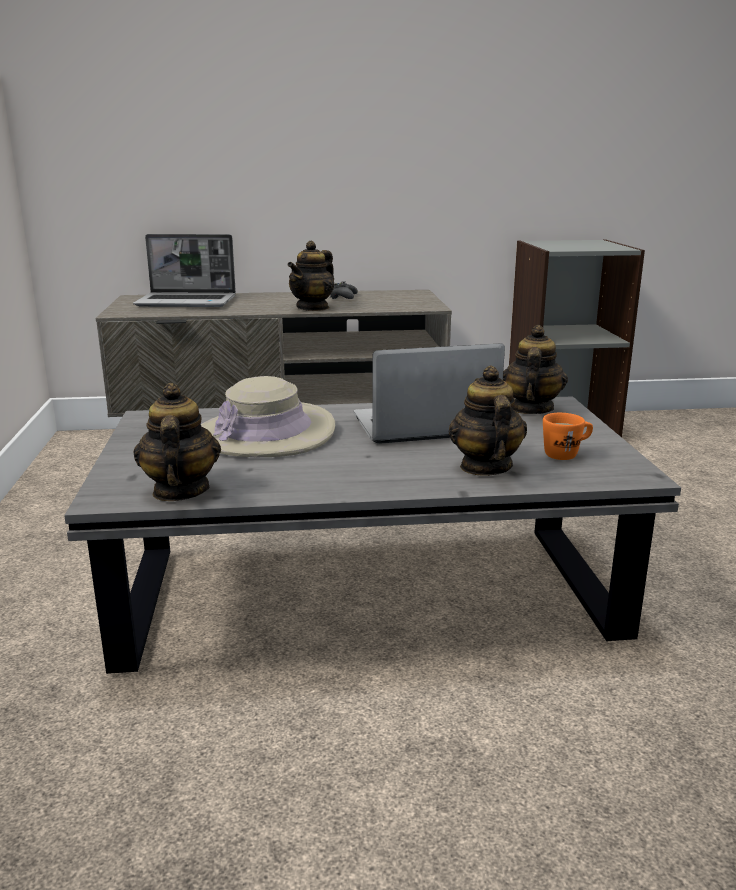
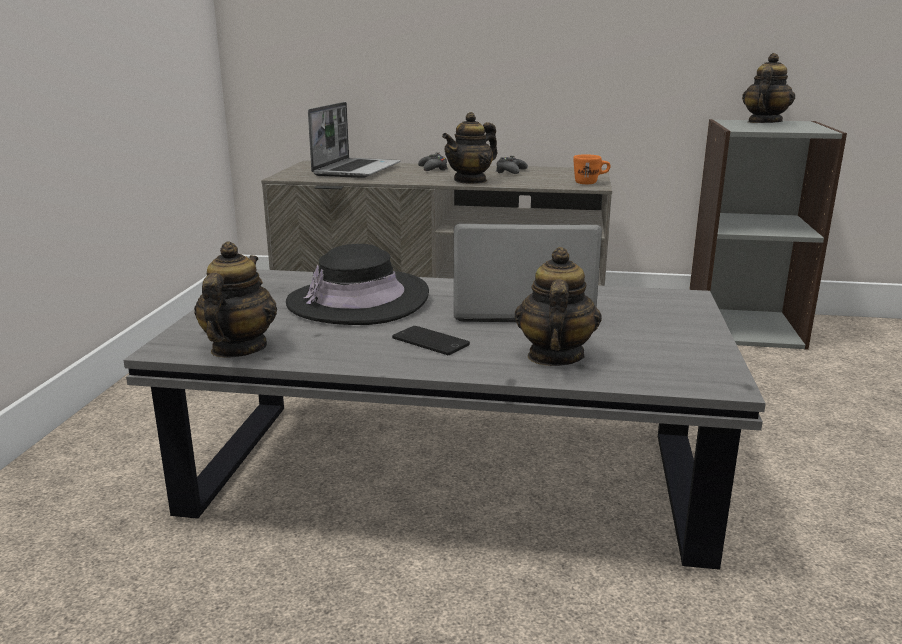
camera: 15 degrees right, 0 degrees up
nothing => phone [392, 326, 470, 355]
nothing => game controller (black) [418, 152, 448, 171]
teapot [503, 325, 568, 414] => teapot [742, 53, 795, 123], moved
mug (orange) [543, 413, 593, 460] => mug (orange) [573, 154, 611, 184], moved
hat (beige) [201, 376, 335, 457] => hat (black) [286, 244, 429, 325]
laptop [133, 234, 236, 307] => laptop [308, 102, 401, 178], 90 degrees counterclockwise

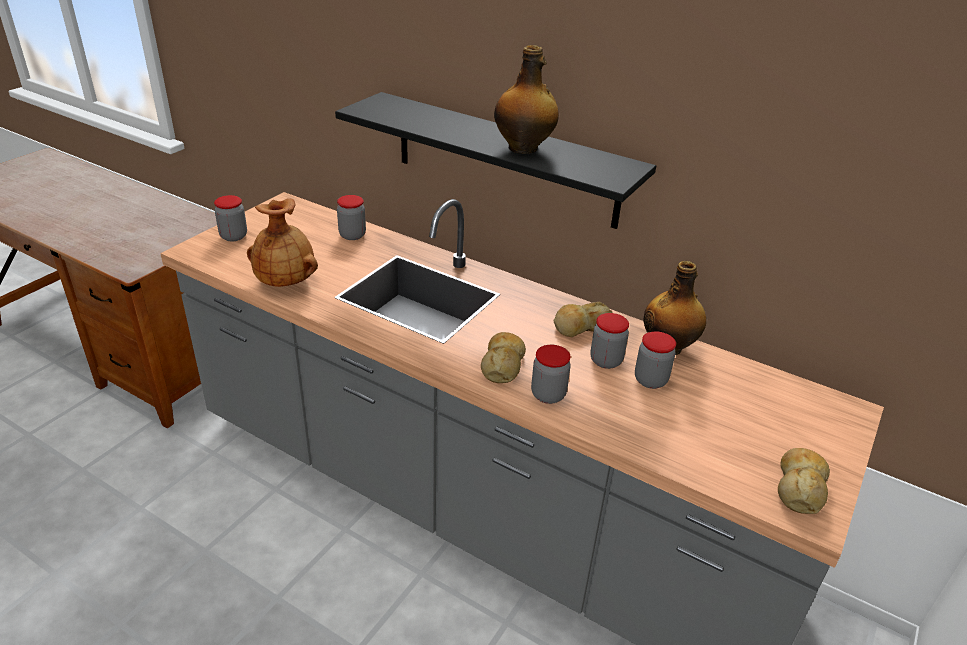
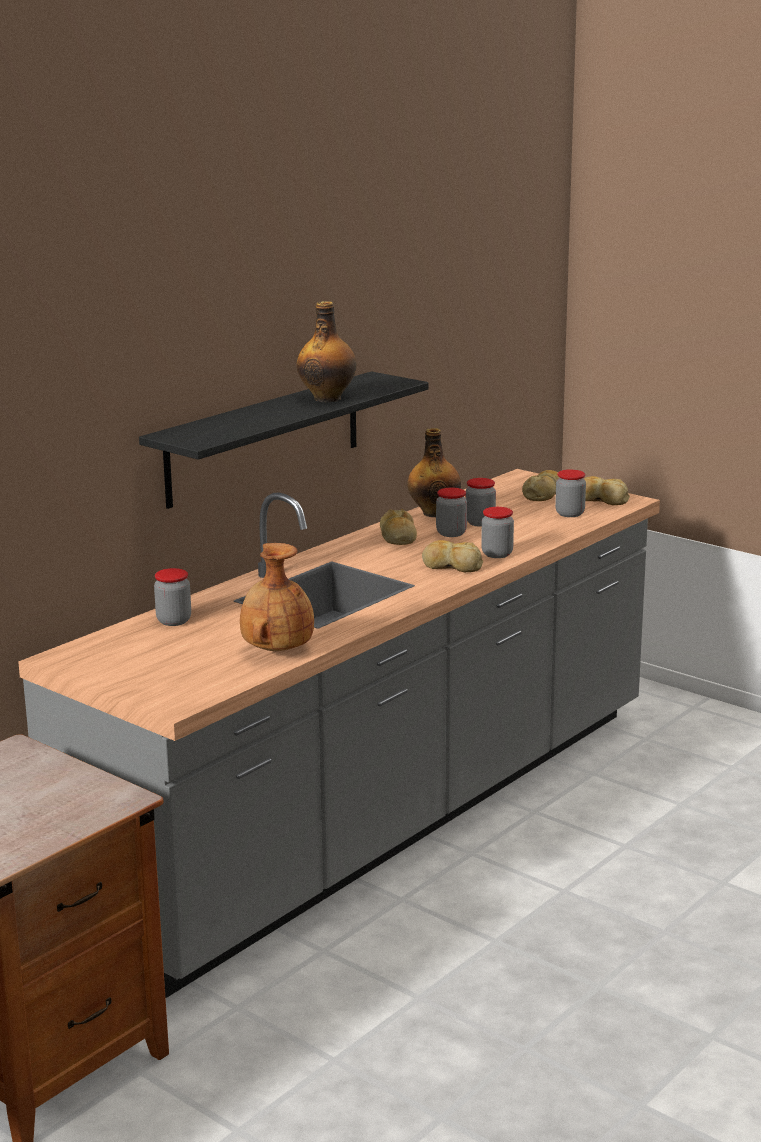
camera: 80 degrees left, 15 degrees down
nothing => bread [522, 470, 559, 501]
jar [214, 195, 247, 241] => jar [555, 469, 586, 517], moved

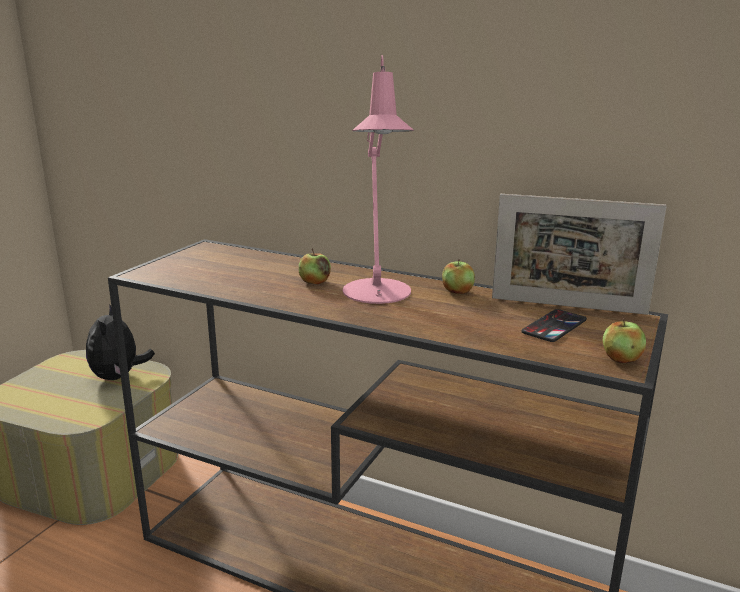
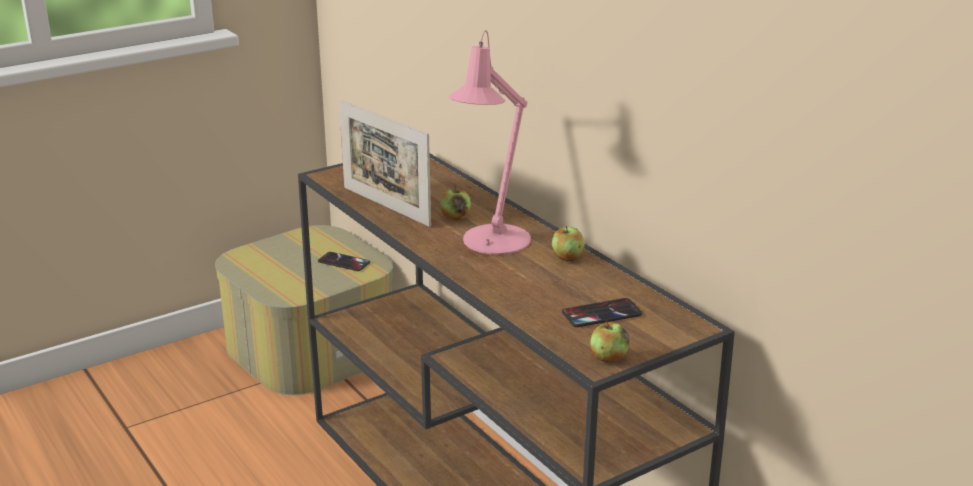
camera: 30 degrees right, 5 degrees up
picture frame [492, 194, 667, 315] => picture frame [339, 99, 431, 227], moved
plush toy [86, 304, 155, 380] => phone [318, 252, 370, 271]

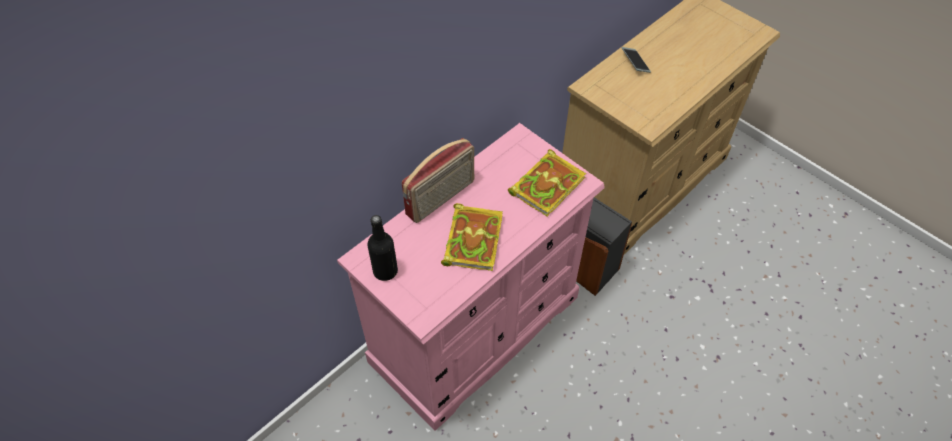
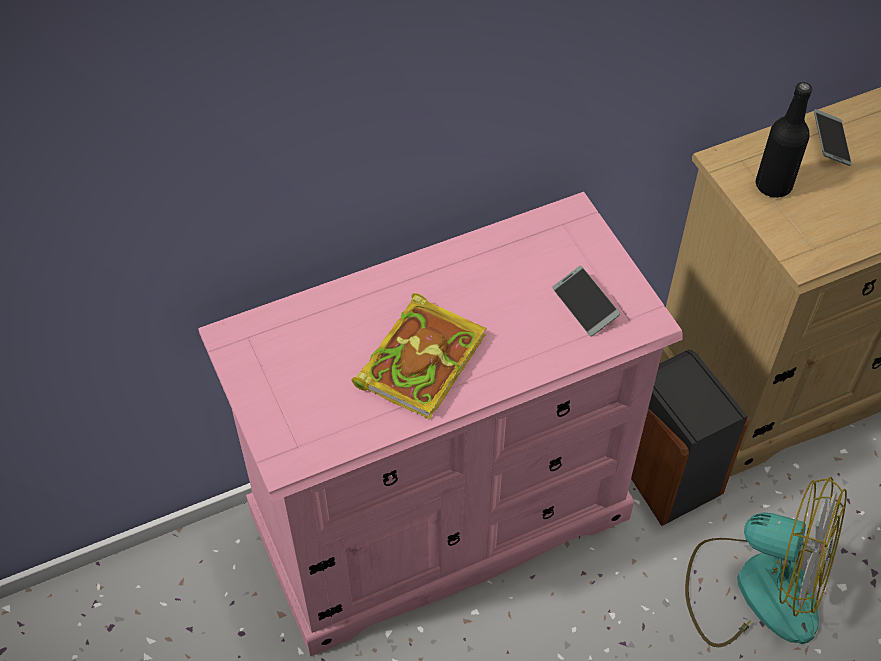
camera: 20 degrees right, 0 degrees up
radio [402, 138, 474, 223] => nothing
nothing => fan [685, 477, 847, 647]
bottle (black) [367, 215, 398, 281] => bottle (black) [756, 82, 812, 198], moved
book [508, 149, 586, 217] => phone [552, 266, 620, 337]

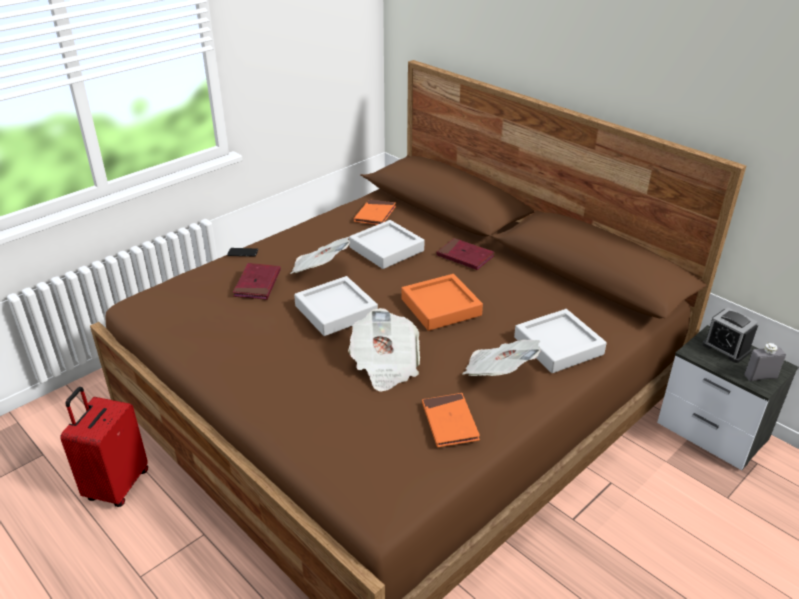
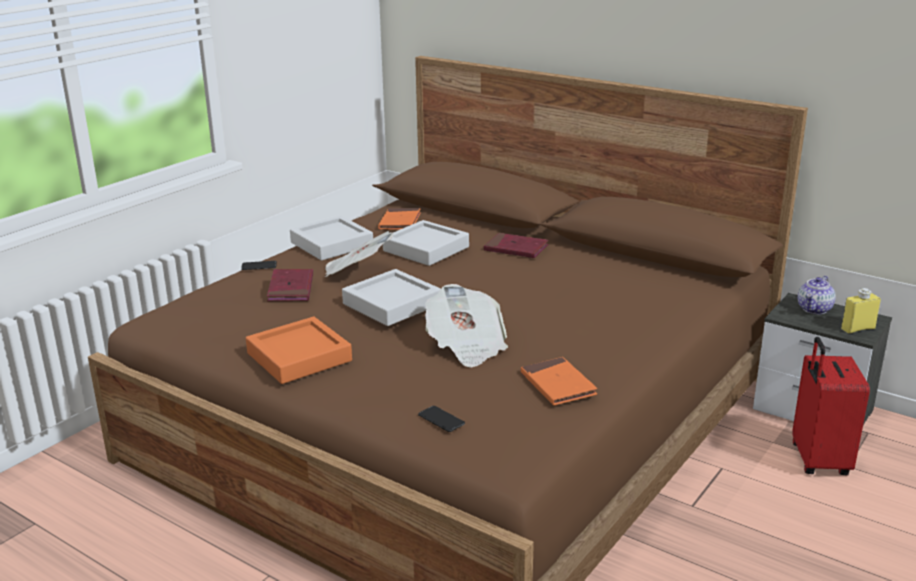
camera: 10 degrees left, 10 degrees down
newspaper [463, 339, 541, 376] => nothing
nothing => phone [418, 406, 465, 432]
suitcase (red) [60, 387, 148, 507] => suitcase (red) [792, 337, 870, 475], moved
tray (orange) [401, 274, 483, 331] => tray (orange) [246, 317, 352, 384], moved
tray (grey) [514, 309, 607, 373] => tray (grey) [290, 216, 373, 260], moved
alarm clock [702, 308, 758, 363] => teapot [798, 276, 836, 314]
bottle (grey) [744, 343, 786, 381] => bottle (yellow) [841, 288, 881, 334]

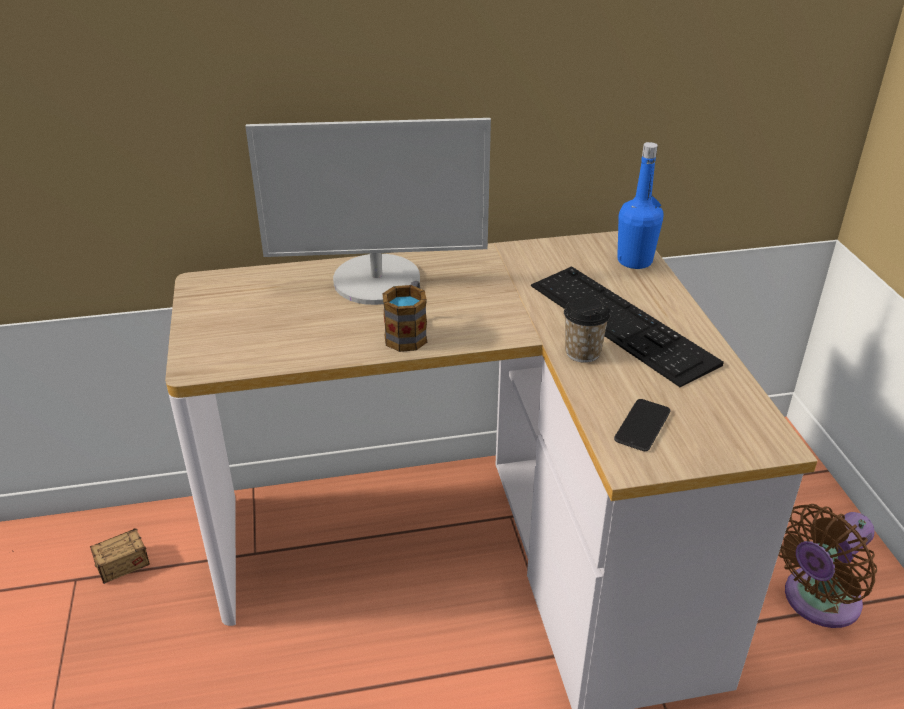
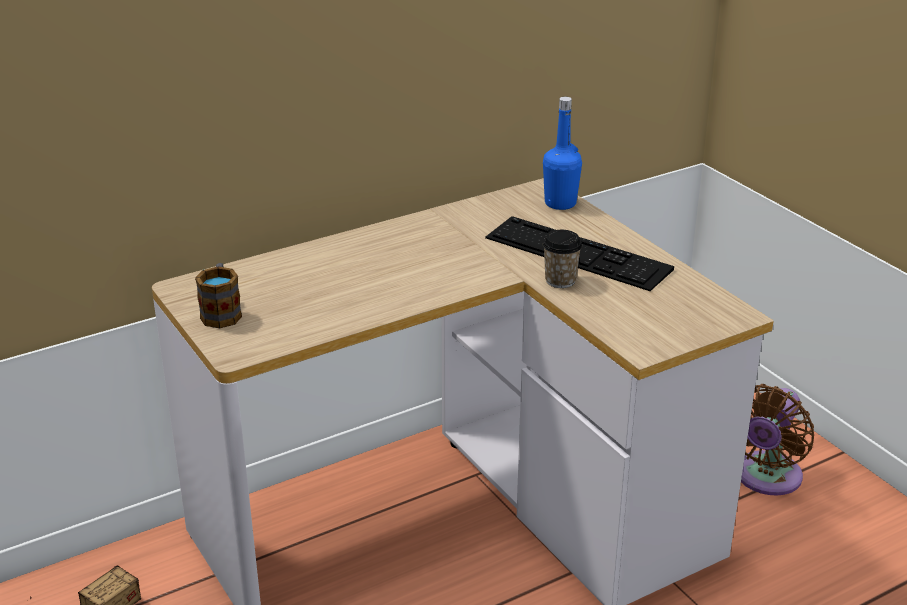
camera: 20 degrees left, 5 degrees down
monitor [245, 118, 491, 305] => nothing
phone [614, 399, 670, 451] => nothing
mug [382, 281, 427, 352] => mug [195, 263, 242, 328], moved

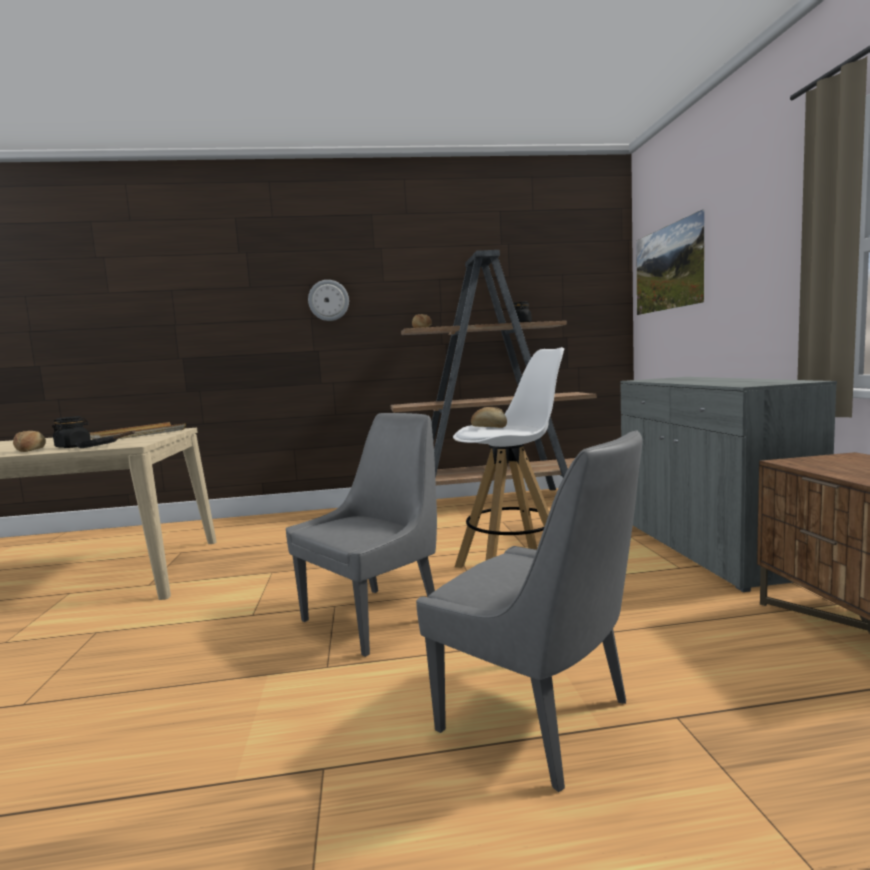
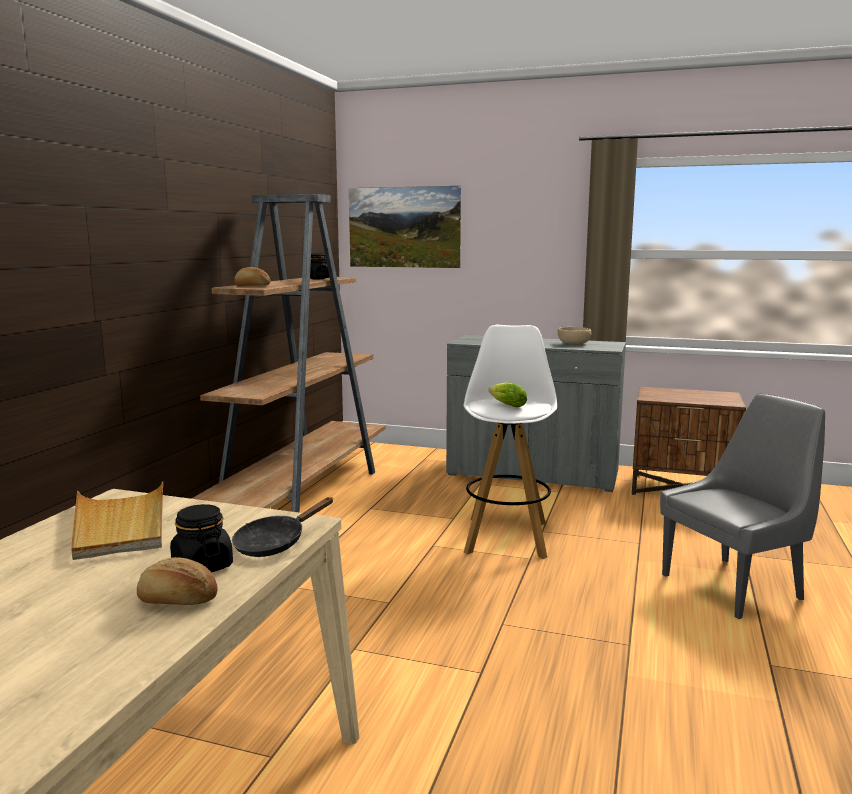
camera: 65 degrees left, 5 degrees up
chair (grey) [286, 413, 437, 657] => nothing
wall clock [308, 280, 349, 321] => nothing
nothing => bowl (beige) [558, 327, 591, 344]
bread [471, 407, 507, 428] => lettuce [488, 382, 527, 407]

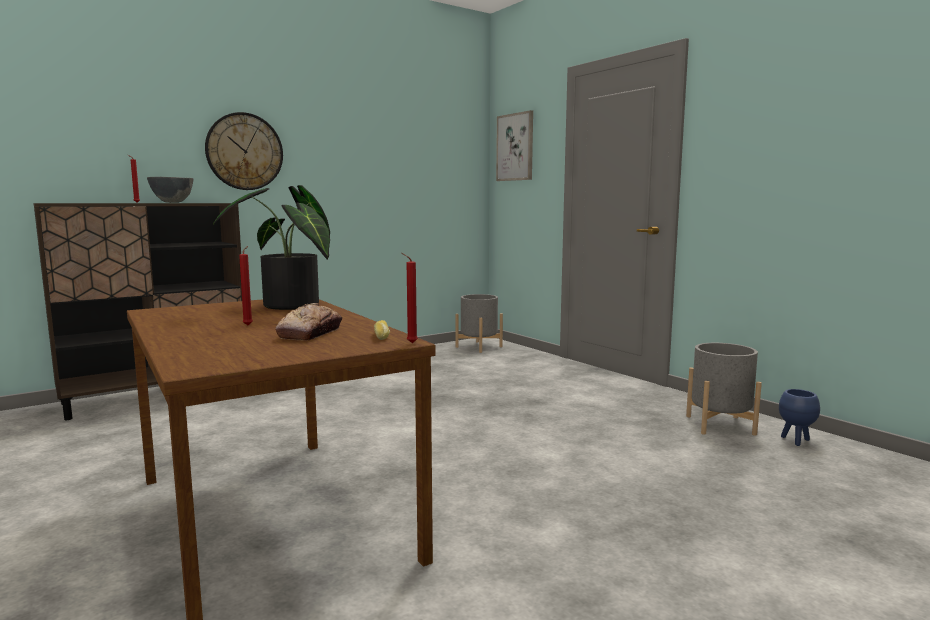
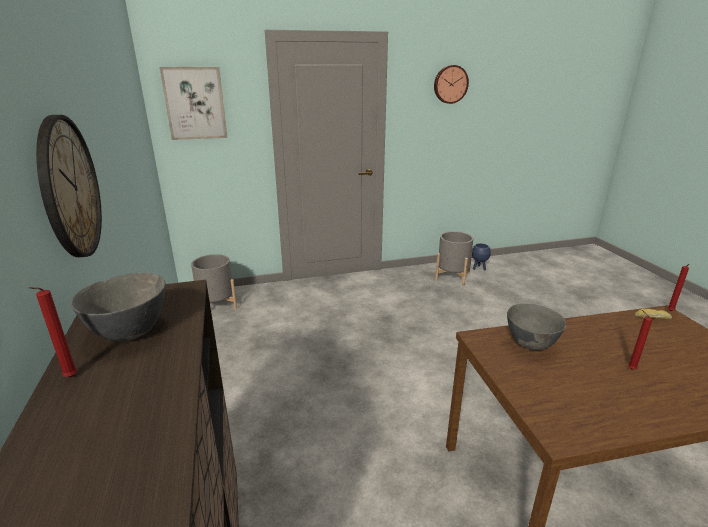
camera: 70 degrees left, 15 degrees up
bread [275, 303, 342, 341] => nothing
nothing => wall clock [434, 65, 469, 104]
potted plant [213, 185, 330, 310] => bowl (grey) [507, 304, 566, 350]

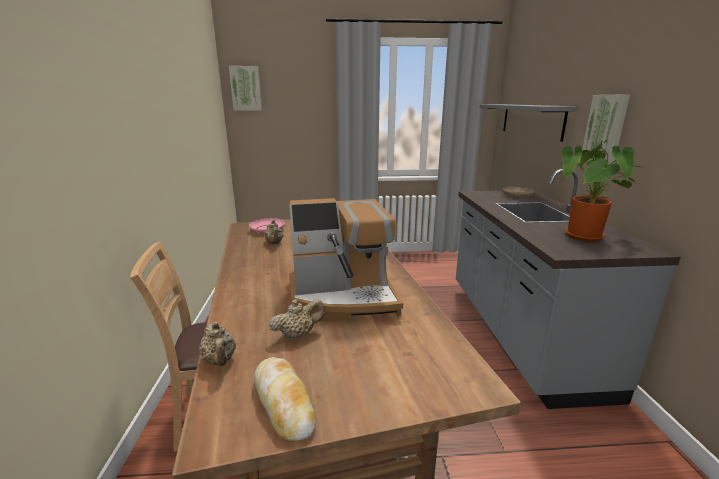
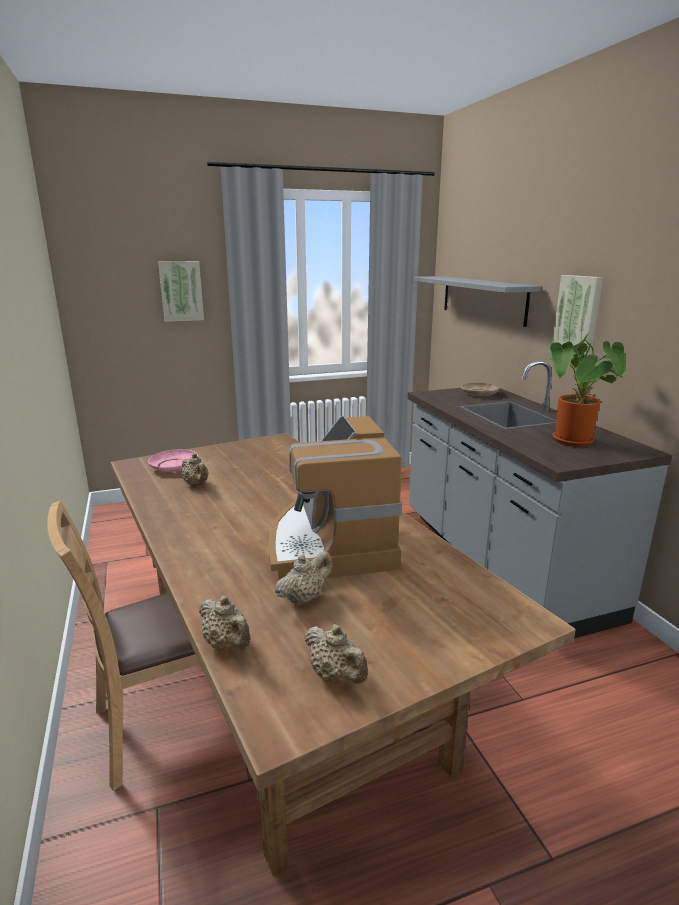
camera: 15 degrees left, 0 degrees up
picture [229, 66, 262, 111] => picture [158, 261, 204, 322], moved
bread [254, 357, 316, 442] => teapot (beige) [305, 624, 368, 684]
coffee machine [289, 198, 403, 320] => coffee machine [269, 416, 402, 580], 105 degrees clockwise

